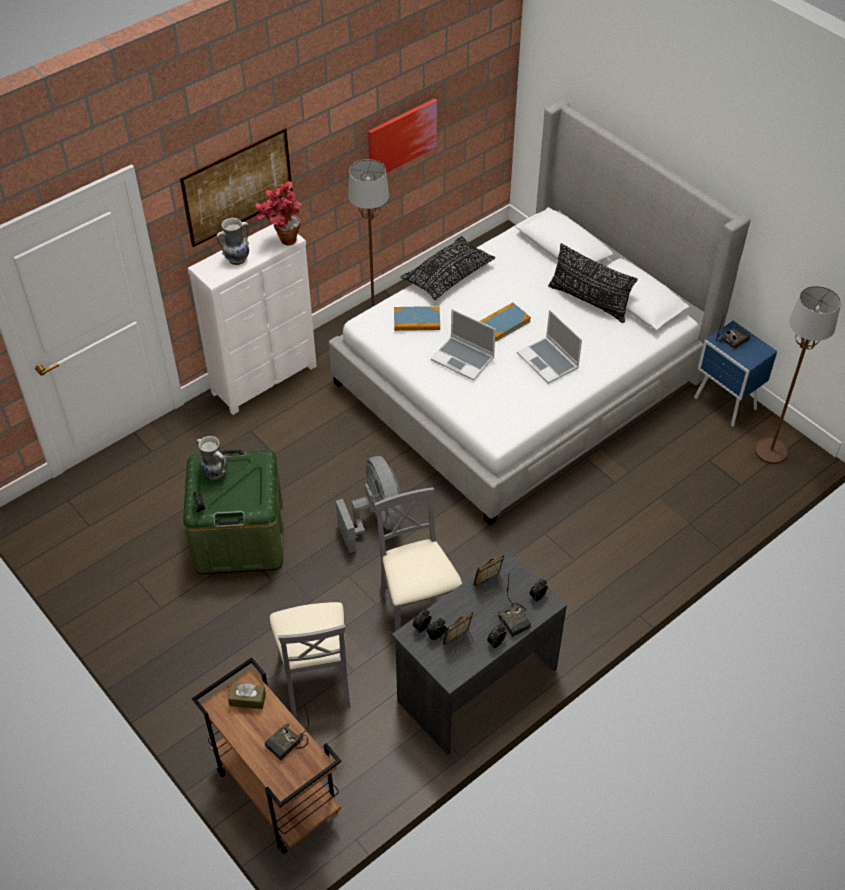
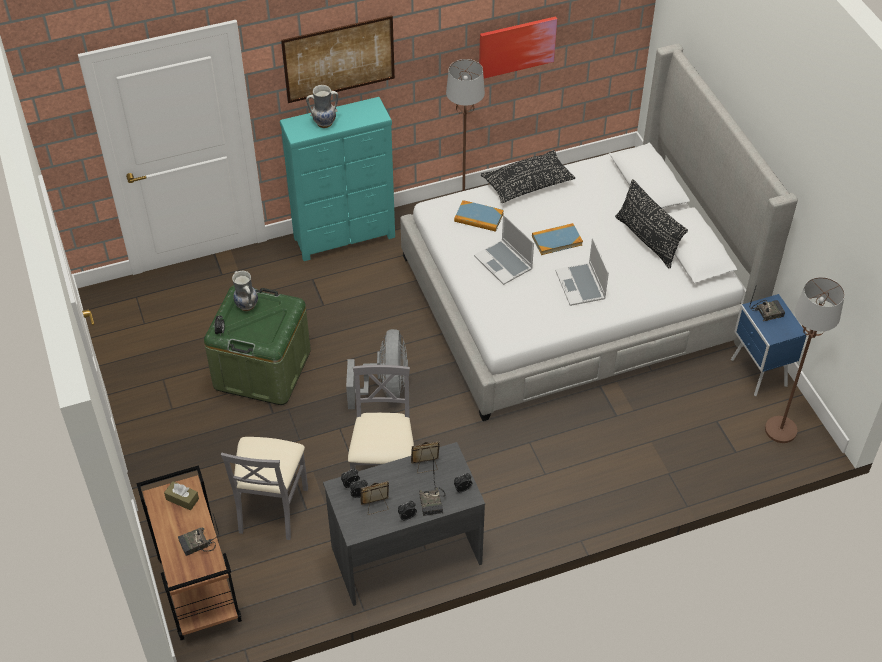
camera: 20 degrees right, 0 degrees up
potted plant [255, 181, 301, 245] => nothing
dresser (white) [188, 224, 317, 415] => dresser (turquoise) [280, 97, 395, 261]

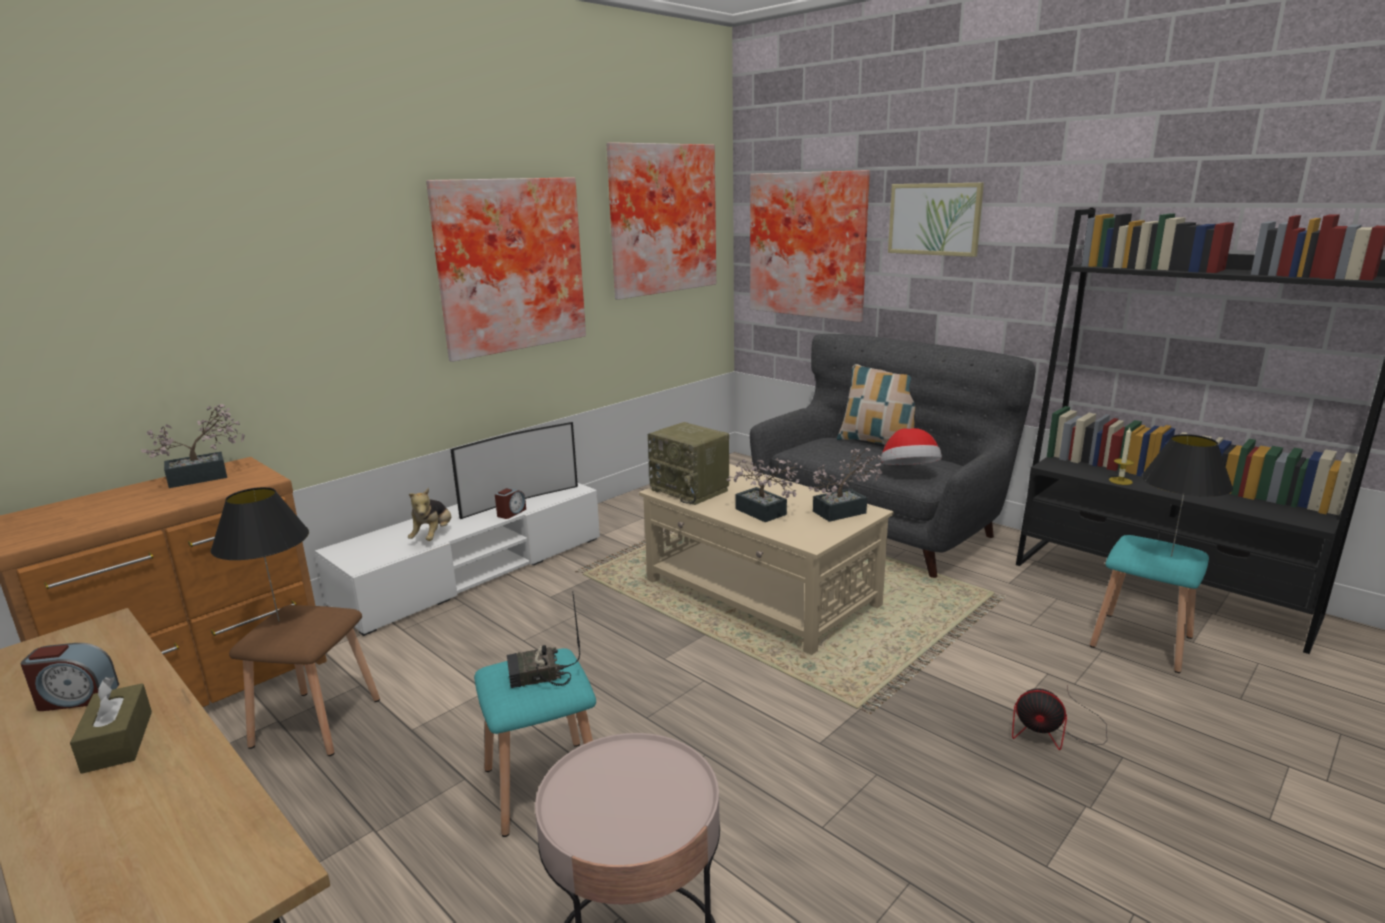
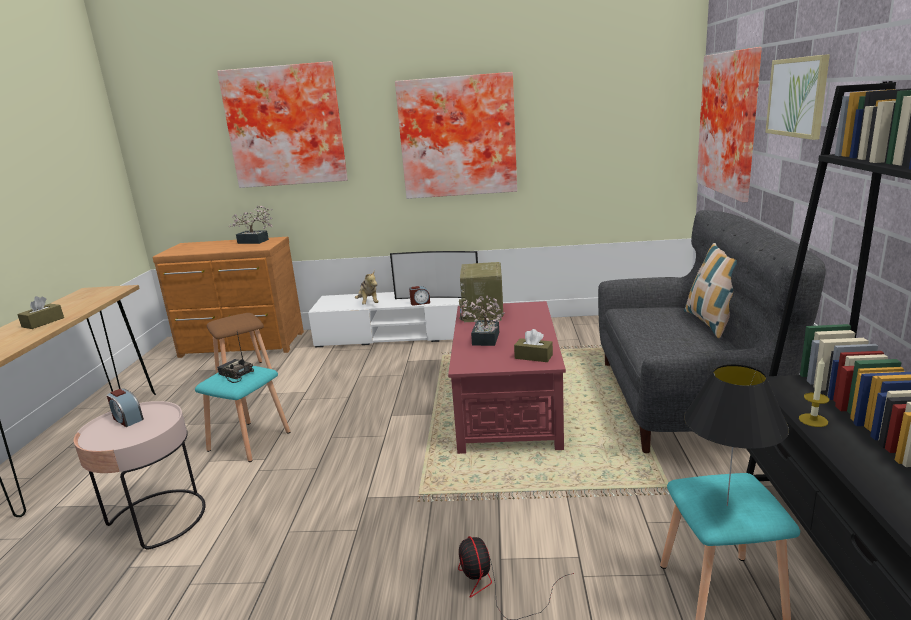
camera: 50 degrees right, 0 degrees up
table lamp (black) [211, 487, 309, 621] => nothing
hat [881, 428, 942, 465] => nothing
alarm clock [21, 643, 119, 711] => alarm clock [107, 389, 144, 427], moved
picture [607, 142, 716, 300] => picture [217, 61, 348, 188], moved
potted plant [809, 448, 883, 522] => tissue box (brown) [514, 329, 553, 362]
coffee table (beige) [639, 464, 894, 655] => coffee table (red) [448, 301, 566, 454]
plush toy [408, 488, 451, 541] => plush toy [355, 270, 379, 304], 75 degrees counterclockwise

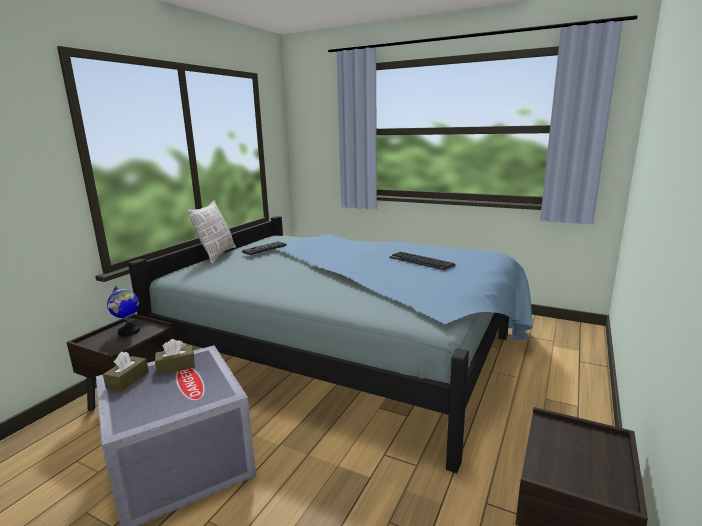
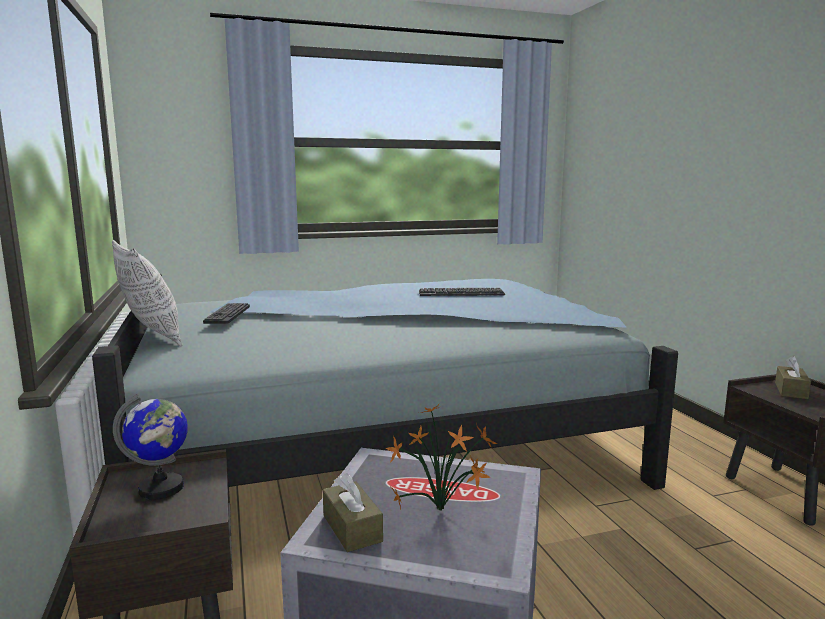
camera: 45 degrees left, 5 degrees down
nothing => potted plant [386, 403, 498, 511]
tissue box (brown) [155, 339, 195, 375] => tissue box (brown) [775, 355, 811, 399], moved

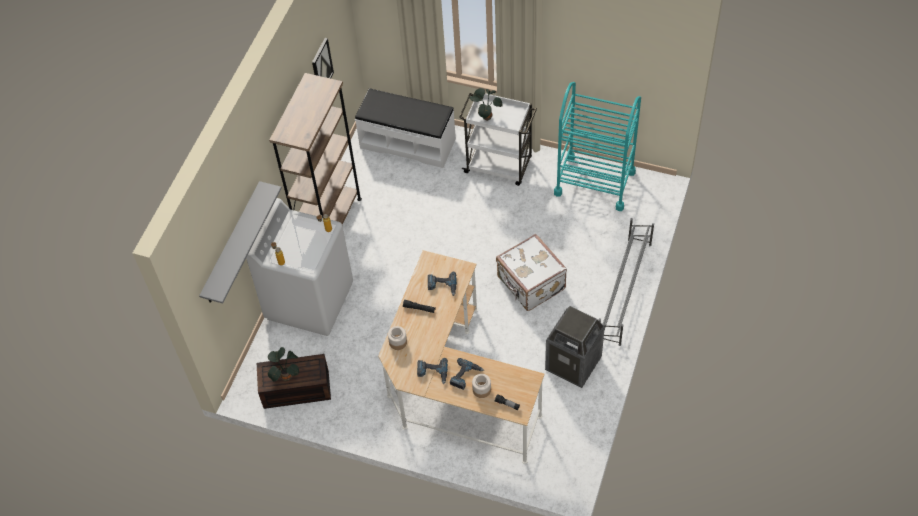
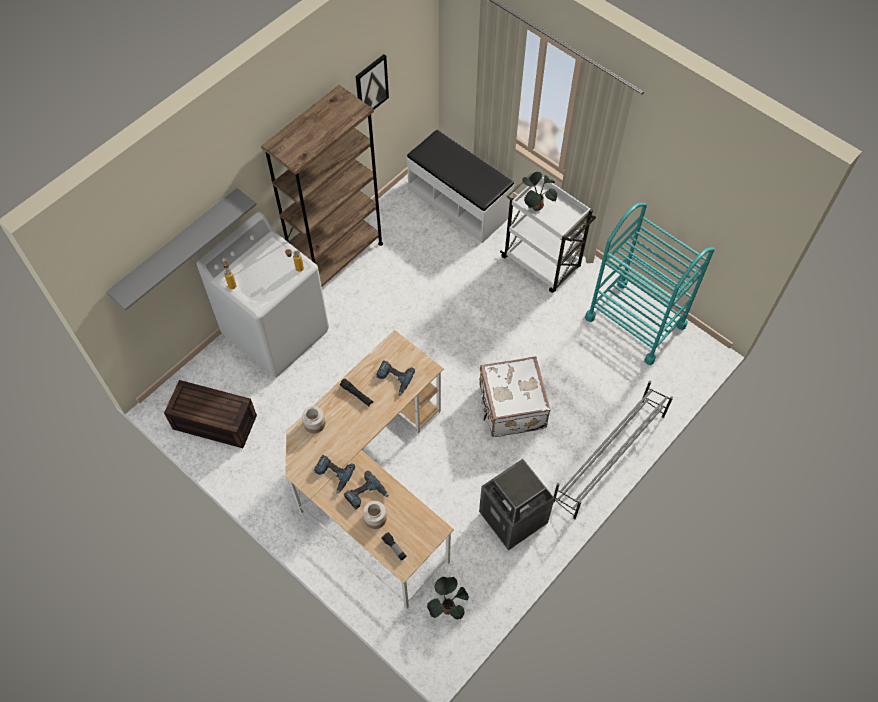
camera: 20 degrees right, 5 degrees up
potted plant [268, 347, 299, 382] => potted plant [427, 577, 469, 620], moved

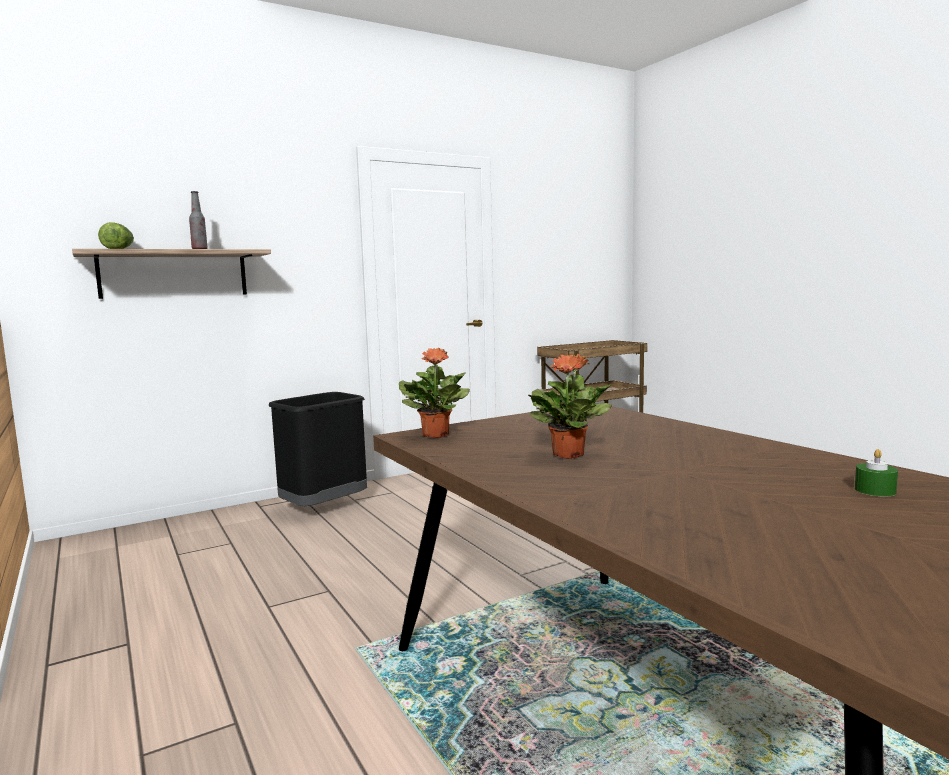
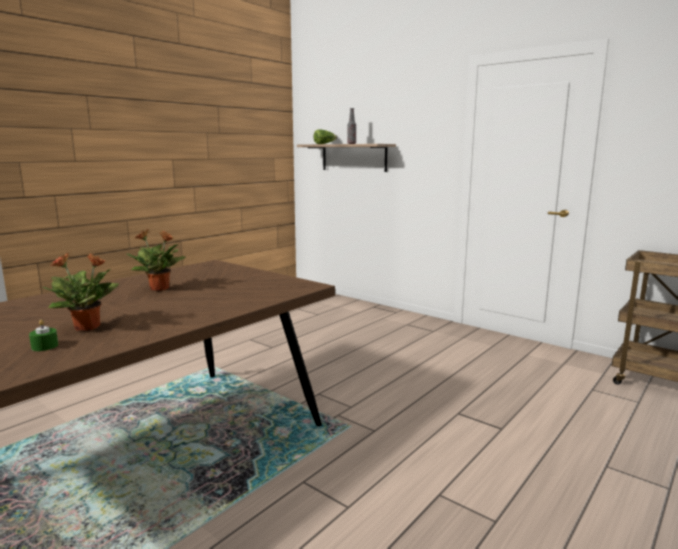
camera: 70 degrees right, 5 degrees up
trash can (black) [269, 392, 367, 506] => nothing
potted plant [399, 348, 470, 438] => potted plant [42, 253, 119, 331], moved

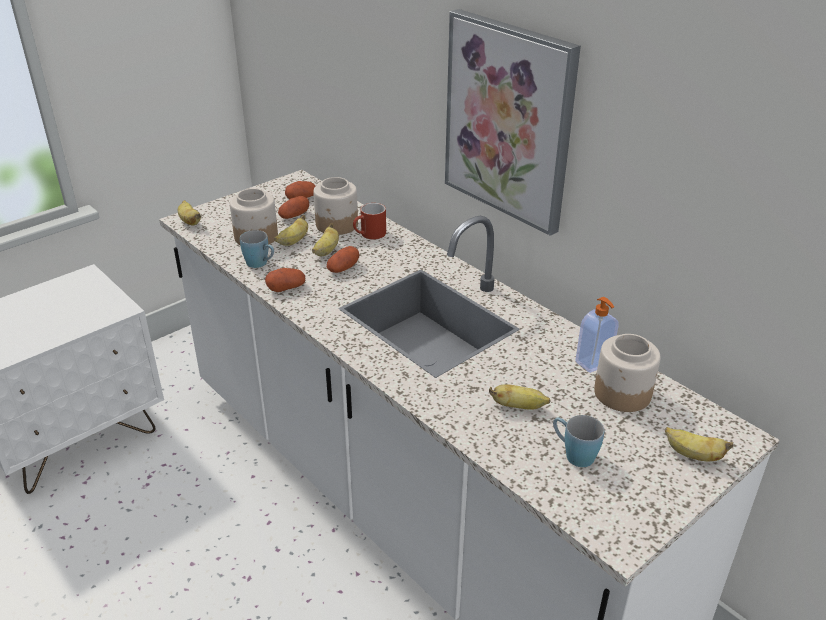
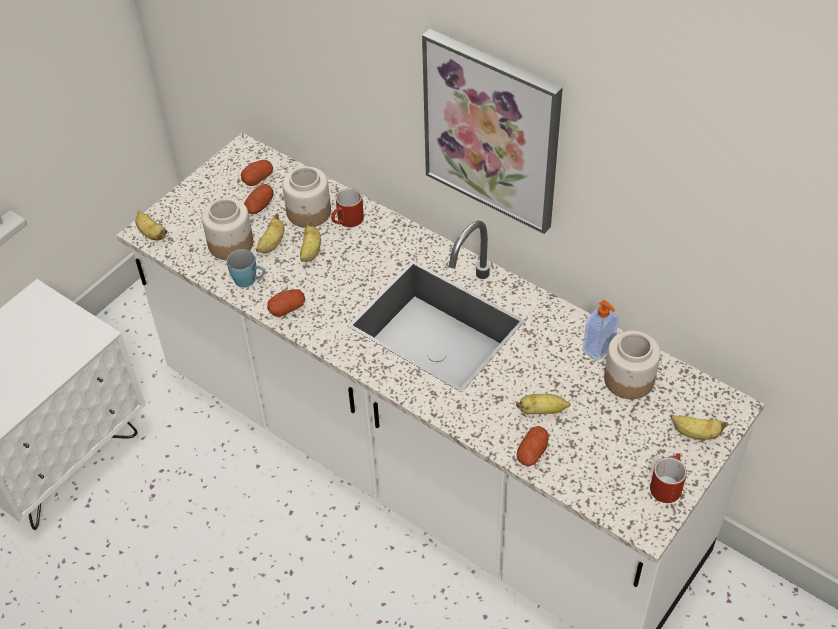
camera: 10 degrees left, 15 degrees up
mug (blue) [553, 415, 604, 467] => nothing
nothing => mug (red) [650, 453, 687, 503]
potato [327, 246, 359, 273] => potato [517, 426, 549, 466], moved

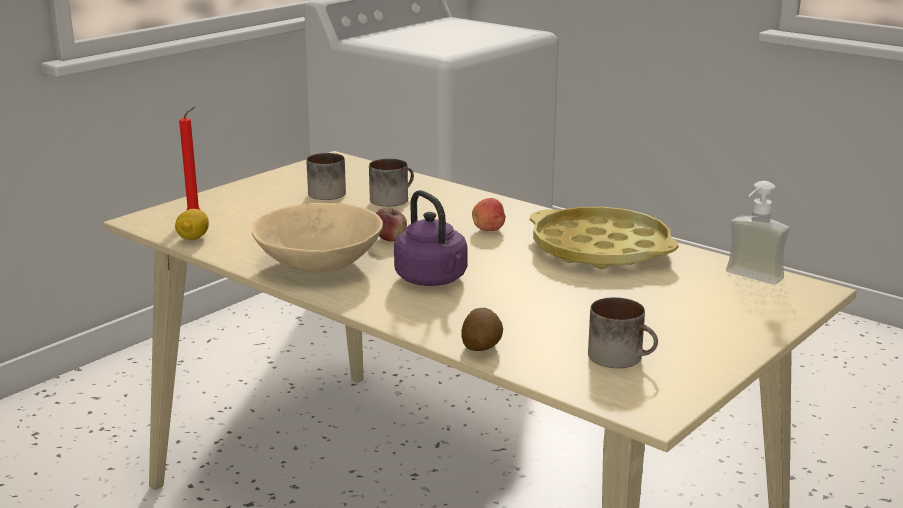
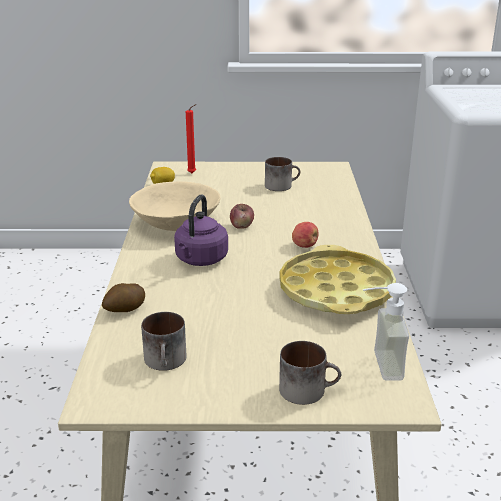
camera: 50 degrees right, 5 degrees up
mug [369, 159, 414, 207] => mug [279, 341, 341, 405], moved

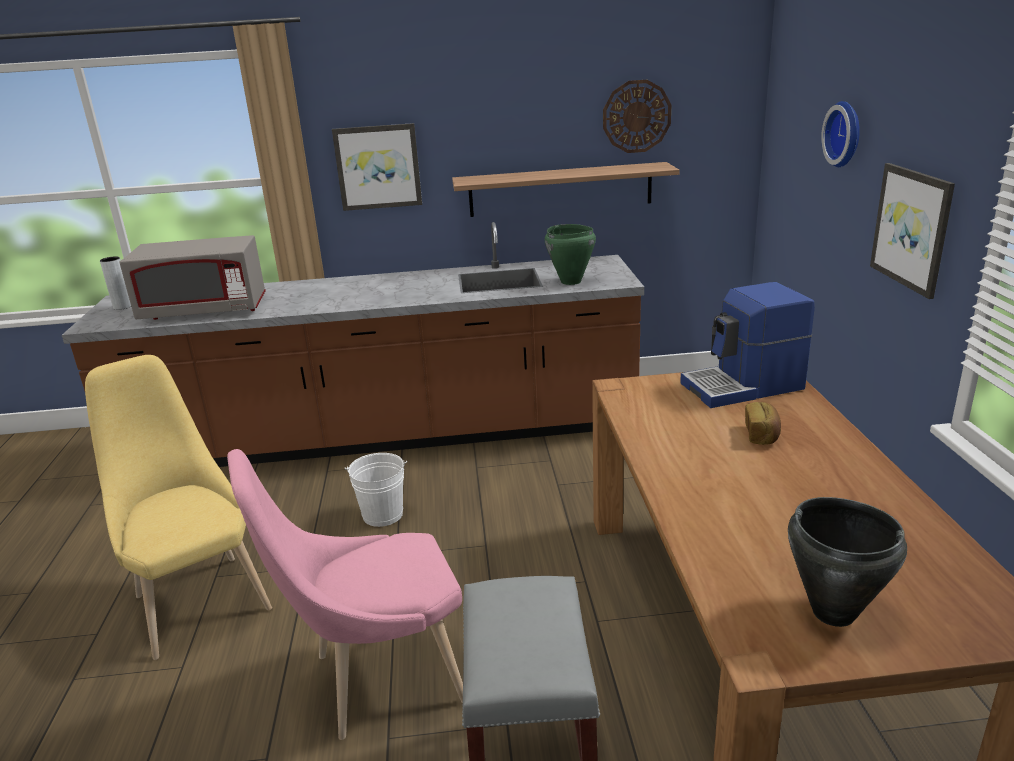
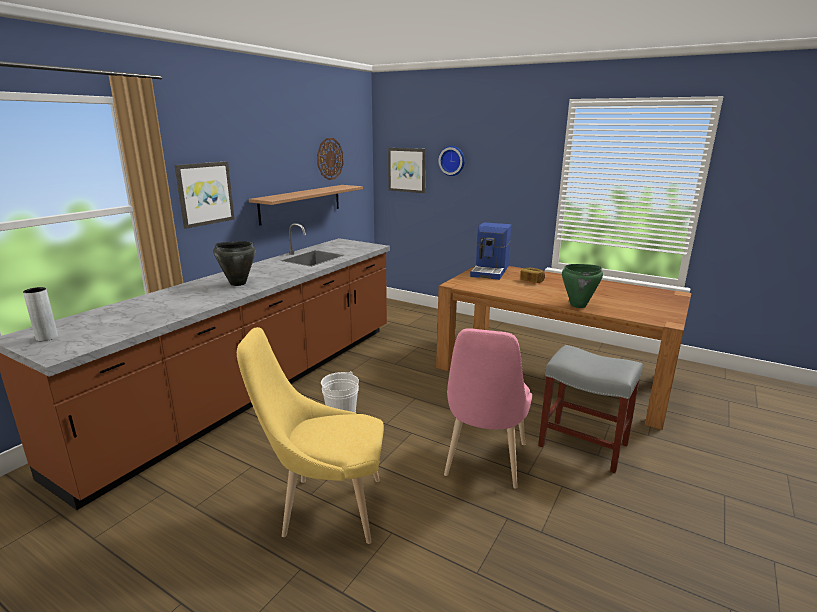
camera: 55 degrees left, 5 degrees down
microwave (grey) [119, 235, 266, 320] => nothing
cooking pot (green) [545, 224, 596, 285] => cooking pot (green) [562, 264, 603, 308], moved
cooking pot (black) [788, 497, 907, 627] => cooking pot (black) [213, 241, 256, 286], moved
picture [870, 163, 955, 299] => picture [388, 148, 426, 193], moved

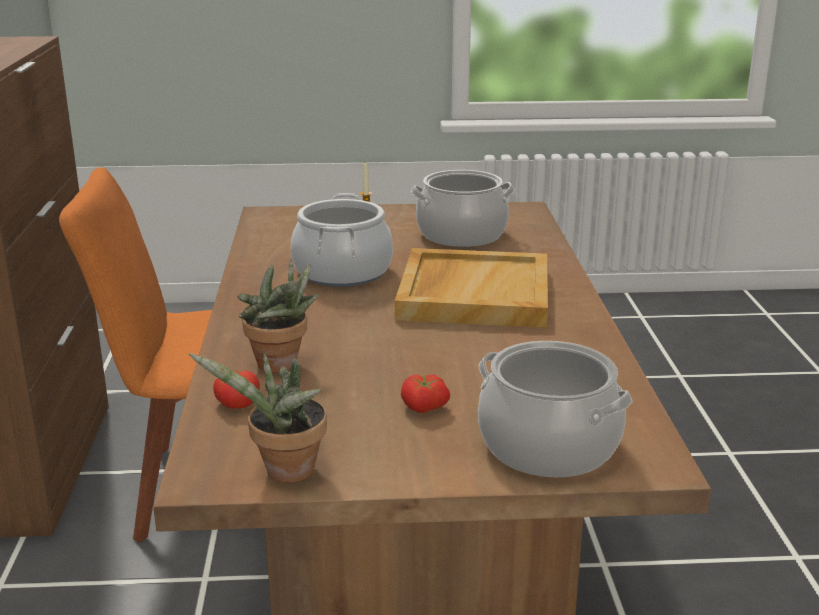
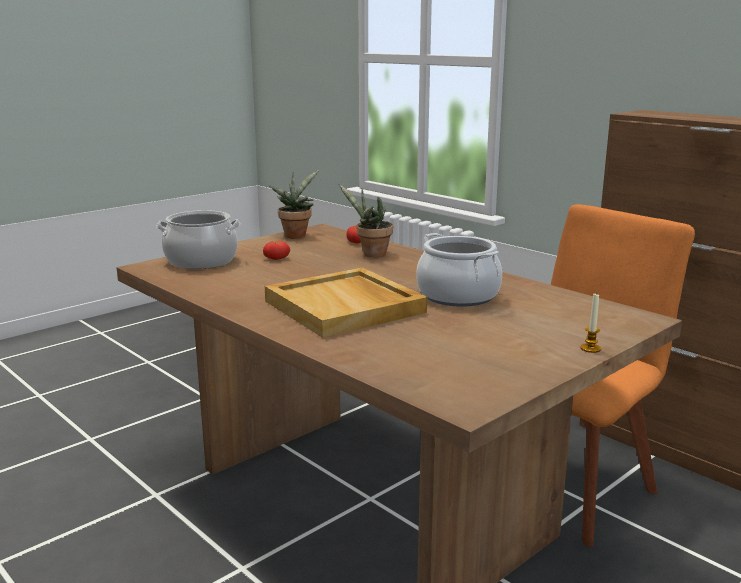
camera: 140 degrees right, 5 degrees down
cooking pot [411, 170, 514, 247] => nothing

